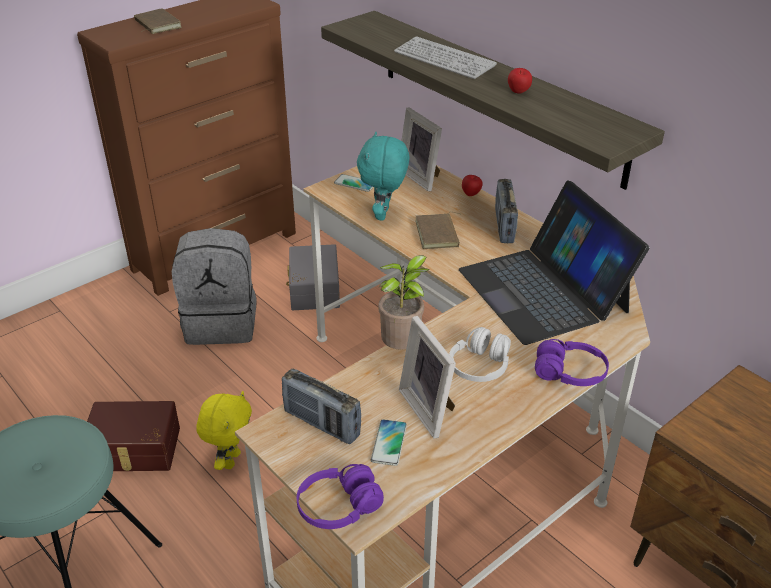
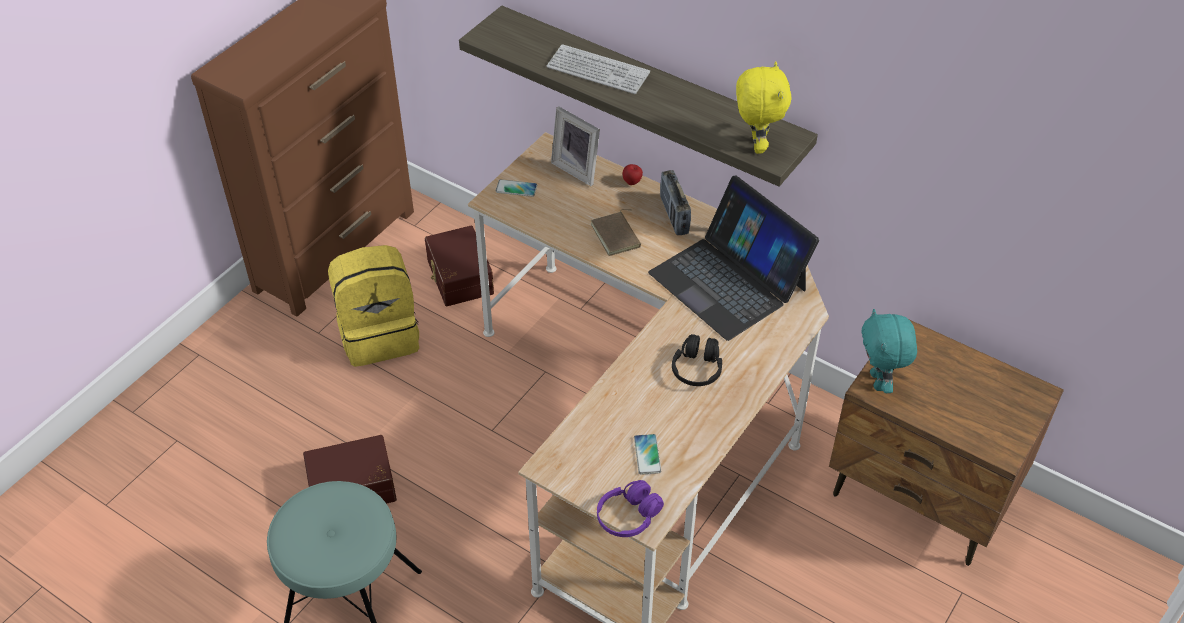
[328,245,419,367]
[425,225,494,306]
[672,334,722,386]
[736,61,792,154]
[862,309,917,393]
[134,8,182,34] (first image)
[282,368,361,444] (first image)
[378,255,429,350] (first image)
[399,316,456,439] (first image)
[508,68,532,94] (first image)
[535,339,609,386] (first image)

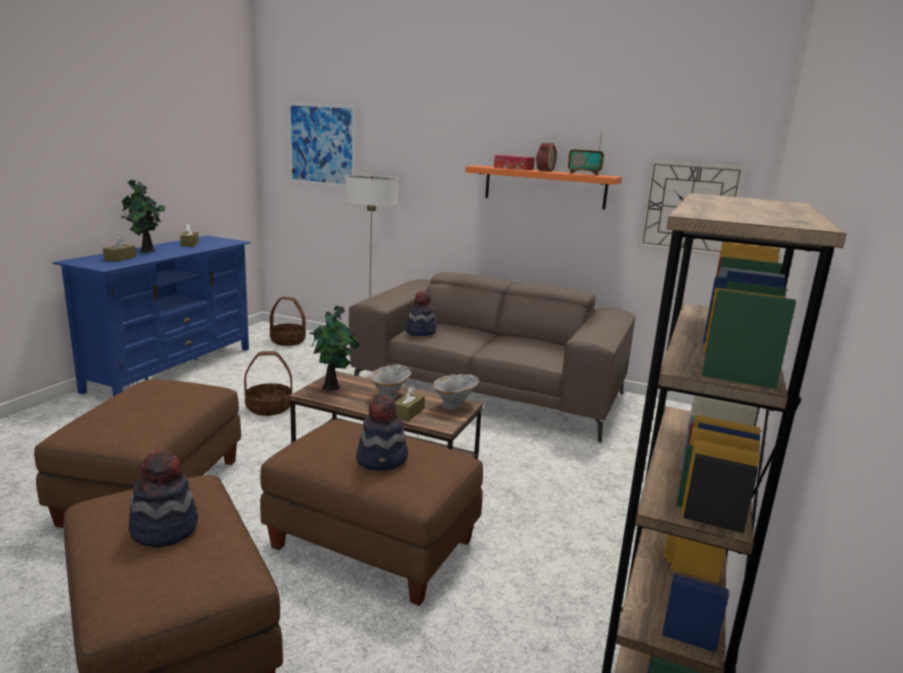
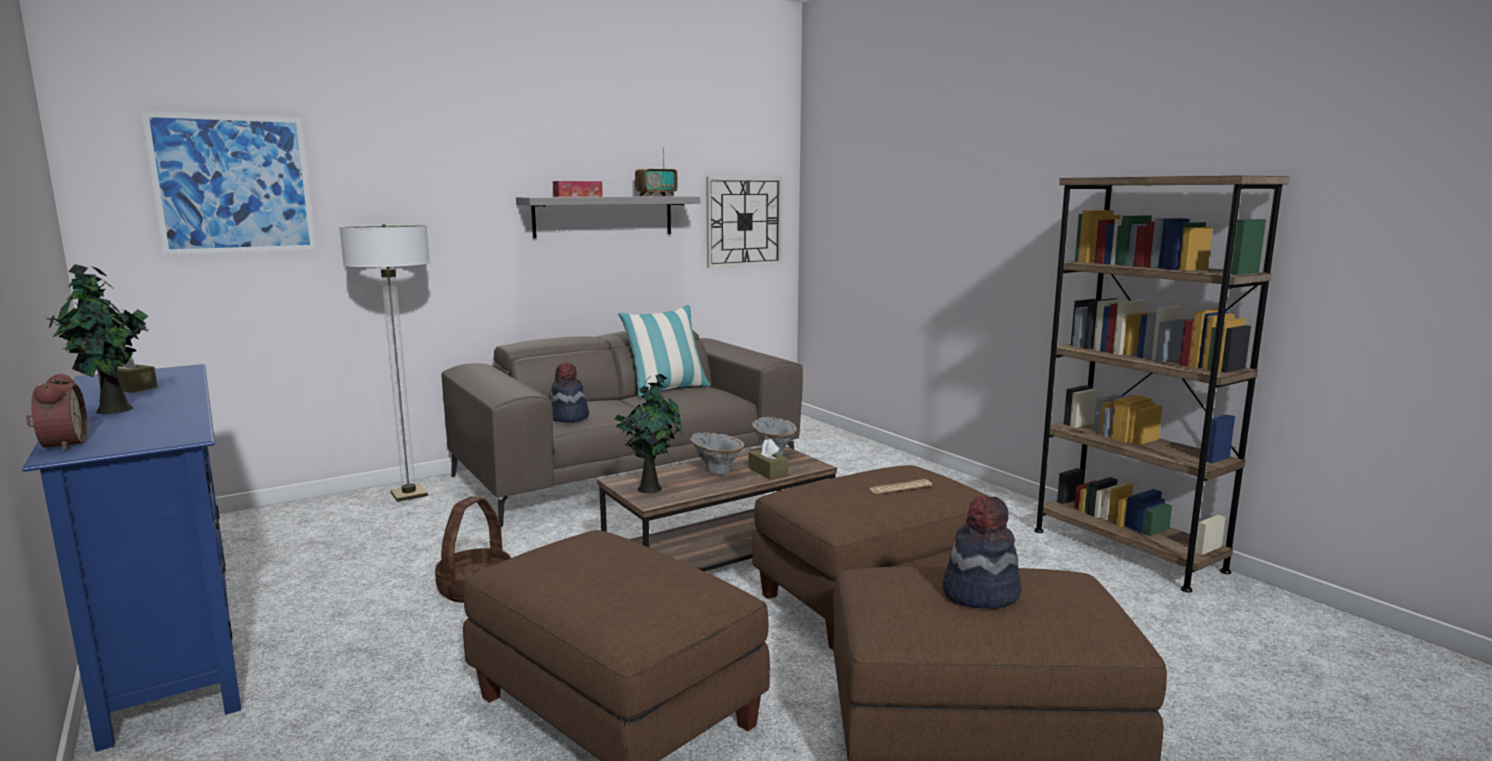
[26,373,87,451]
[516,196,700,238]
[618,305,710,397]
[870,479,932,494]
[103,235,136,262] (first image)
[270,297,306,346] (first image)

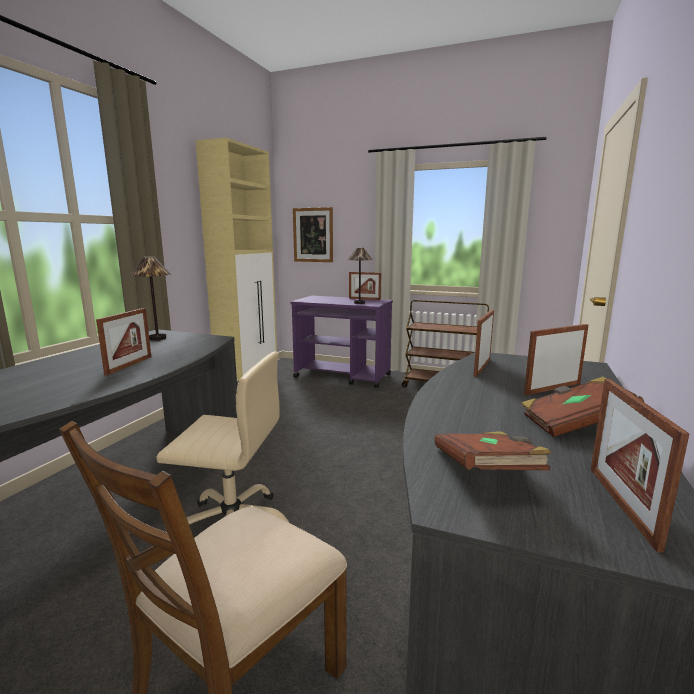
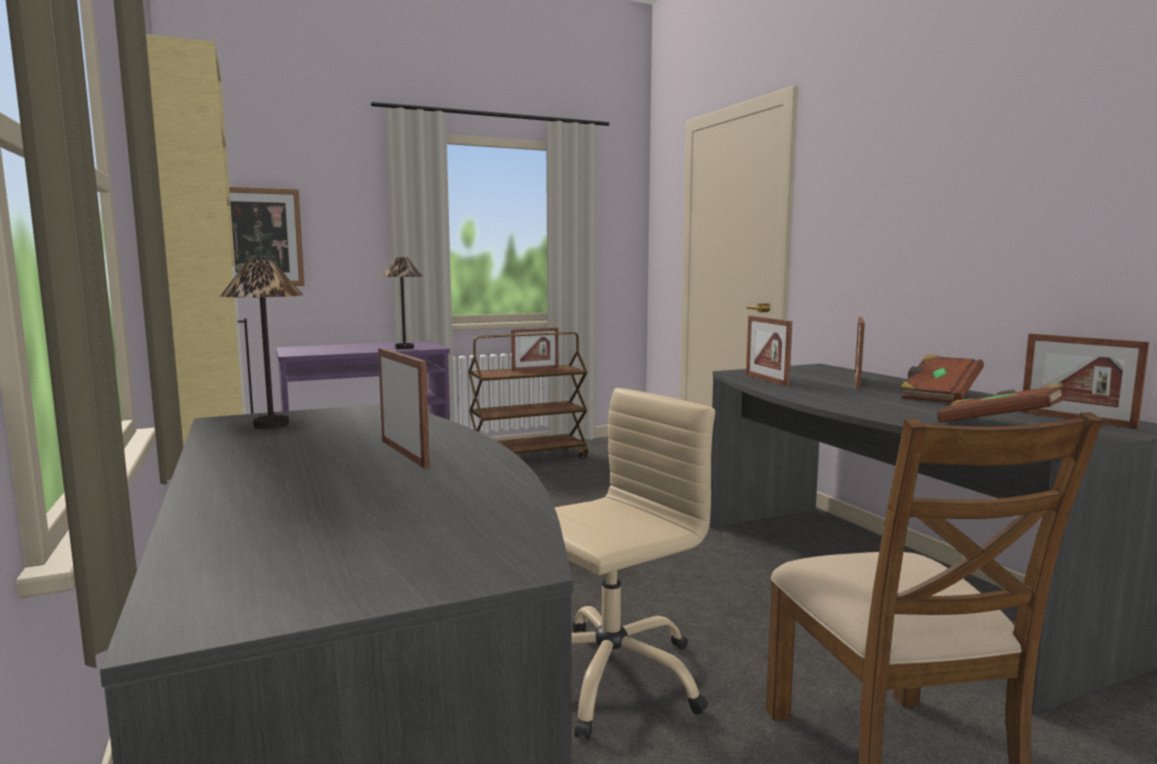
[511,328,558,371]

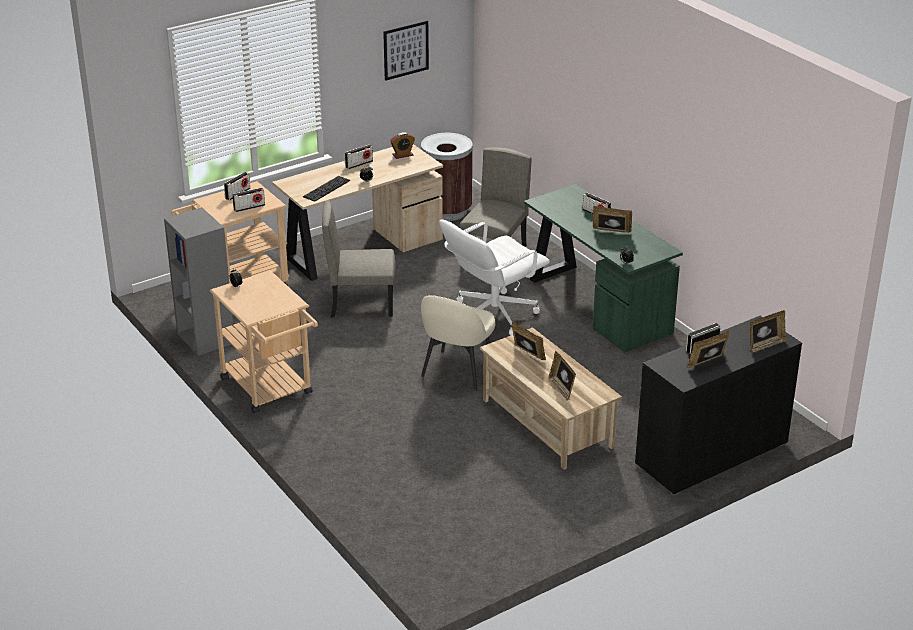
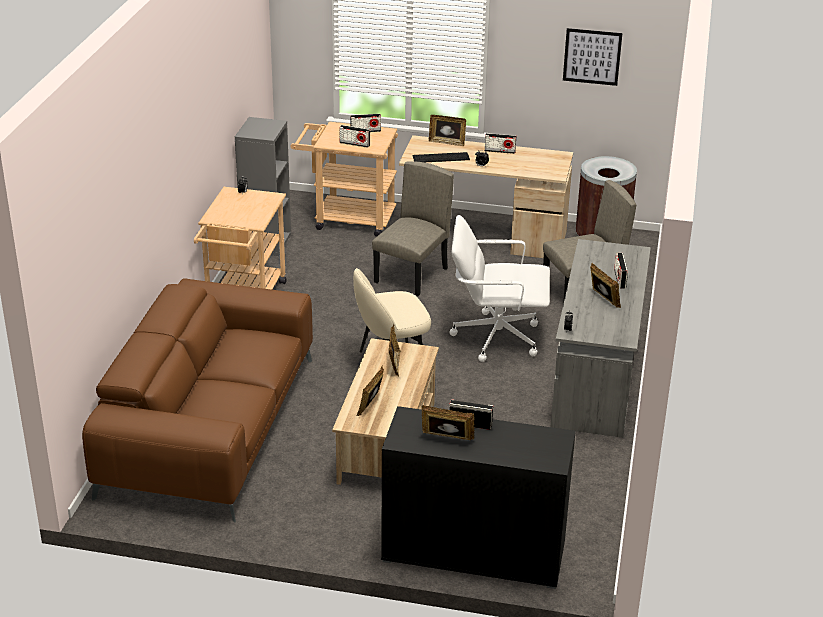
[82,278,313,523]
[372,161,454,296]
[429,115,466,146]
[551,239,651,438]
[390,132,415,159] (first image)

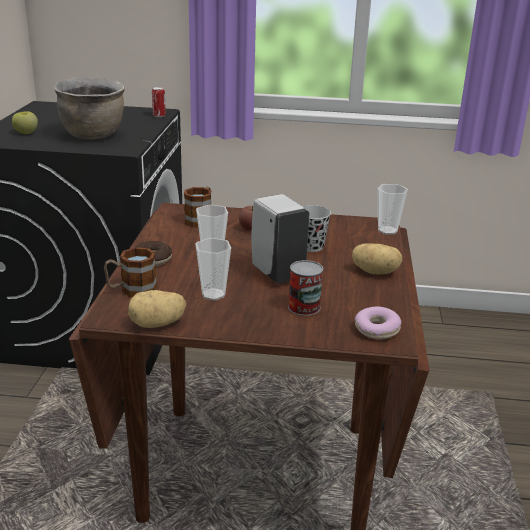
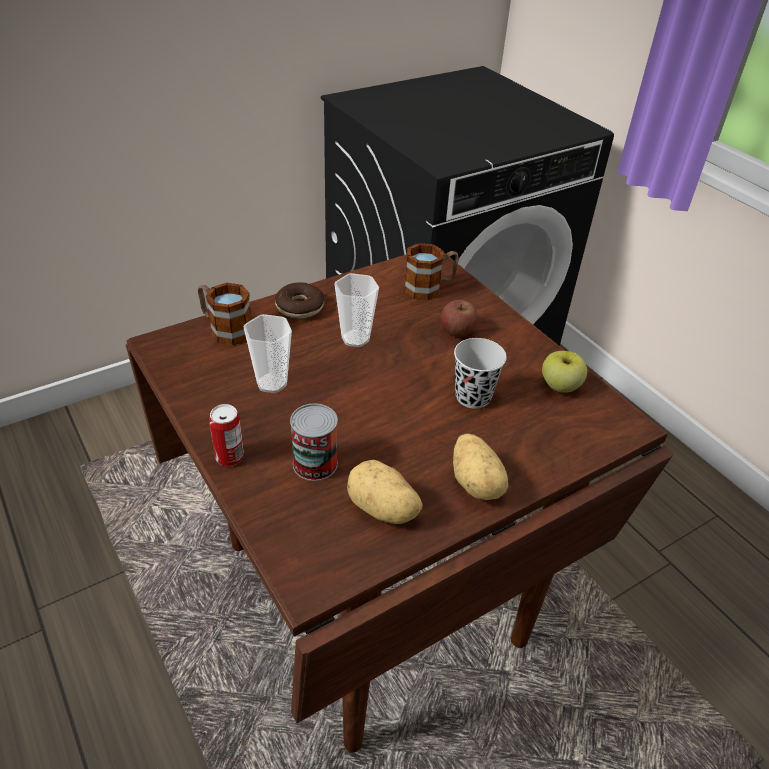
[209,404,244,466]
[347,460,422,524]
[542,351,587,393]
[53,77,125,140] (first image)
[251,194,309,284] (first image)
[355,307,401,339] (first image)
[377,184,408,235] (first image)

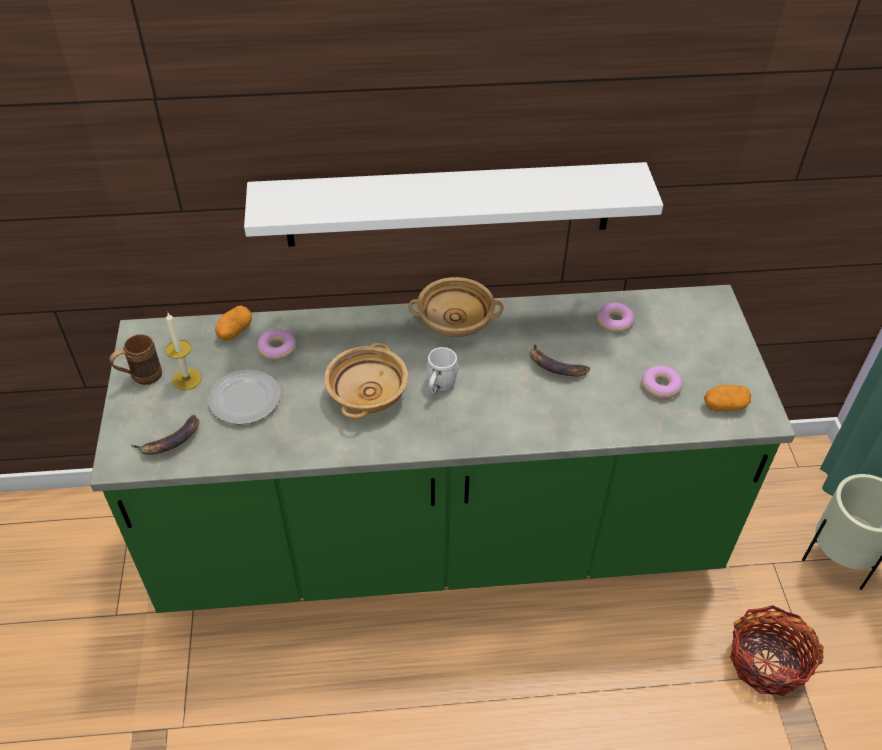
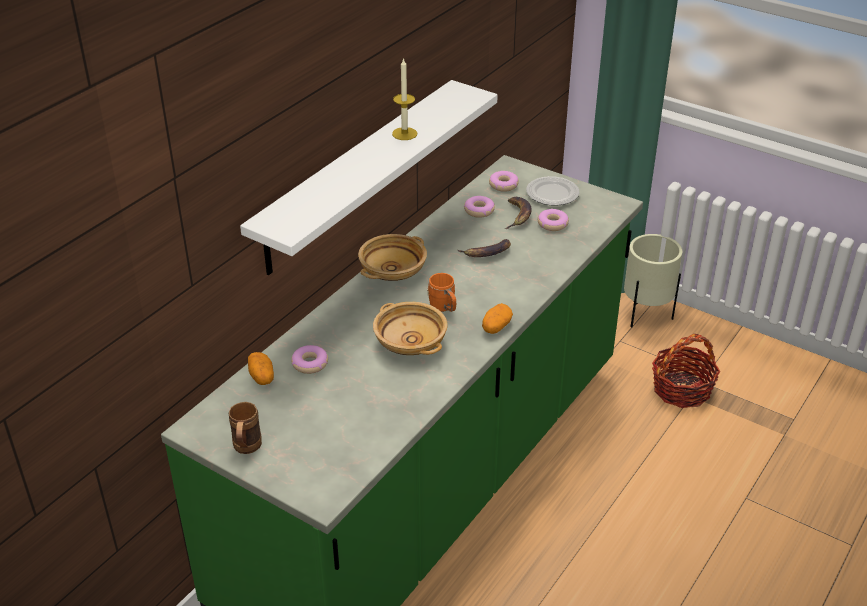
[392,58,417,140]
[427,273,456,312]
[482,303,513,334]
[489,171,519,191]
[505,197,532,229]
[526,176,579,206]

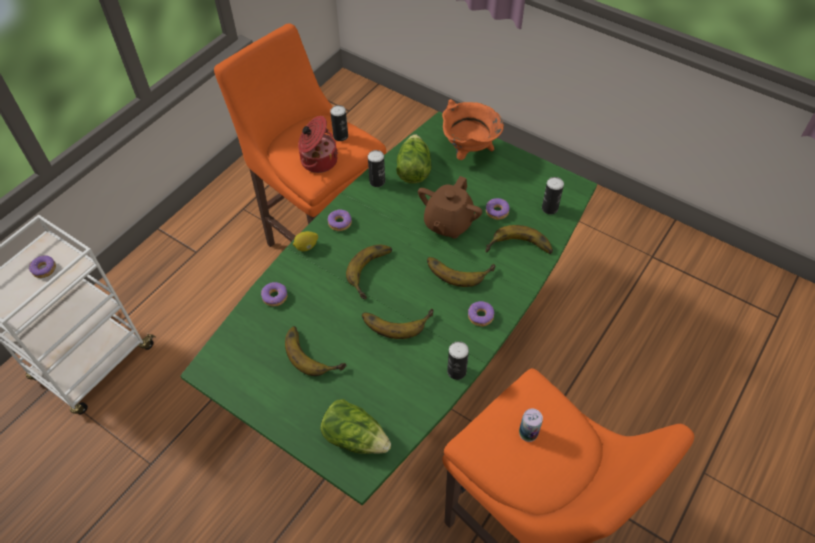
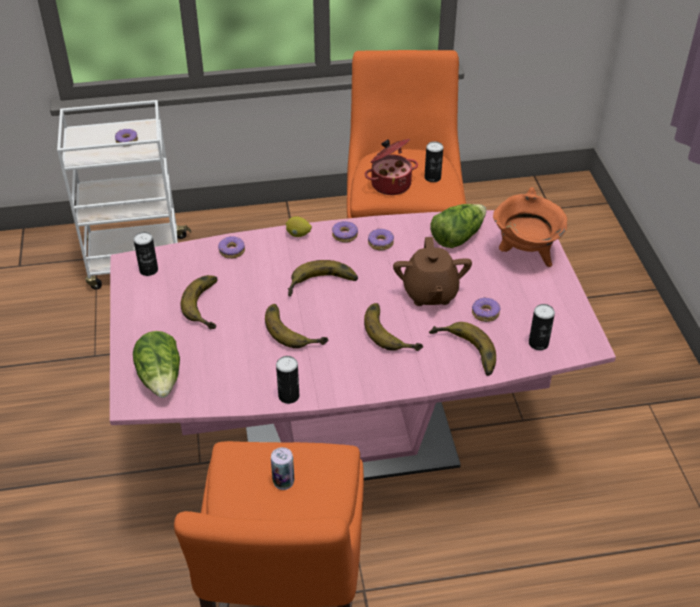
[110,210,616,481]
[133,232,158,276]
[368,228,394,251]
[393,237,472,306]

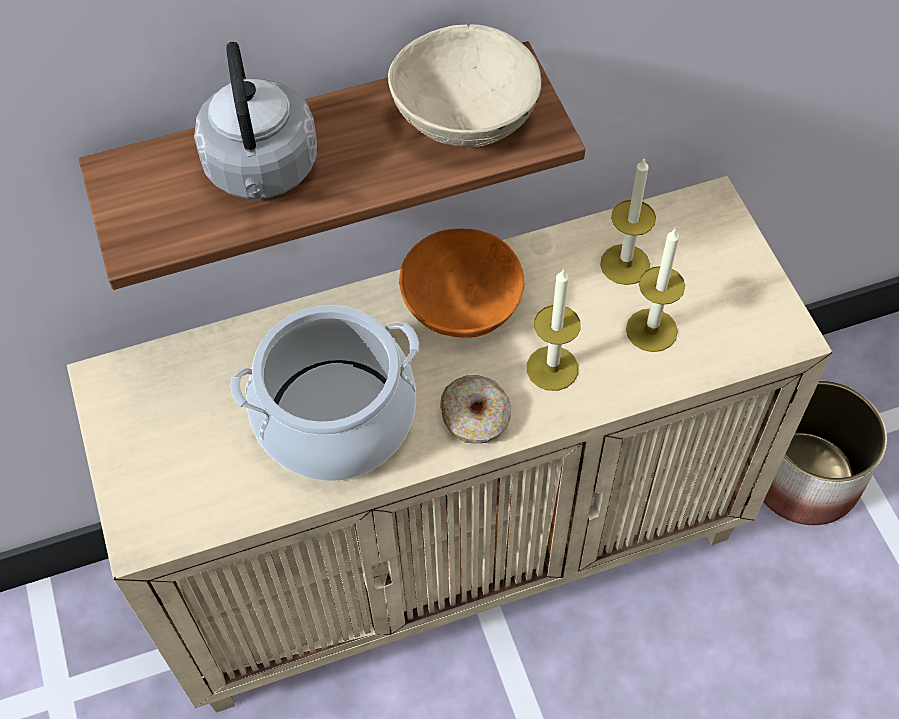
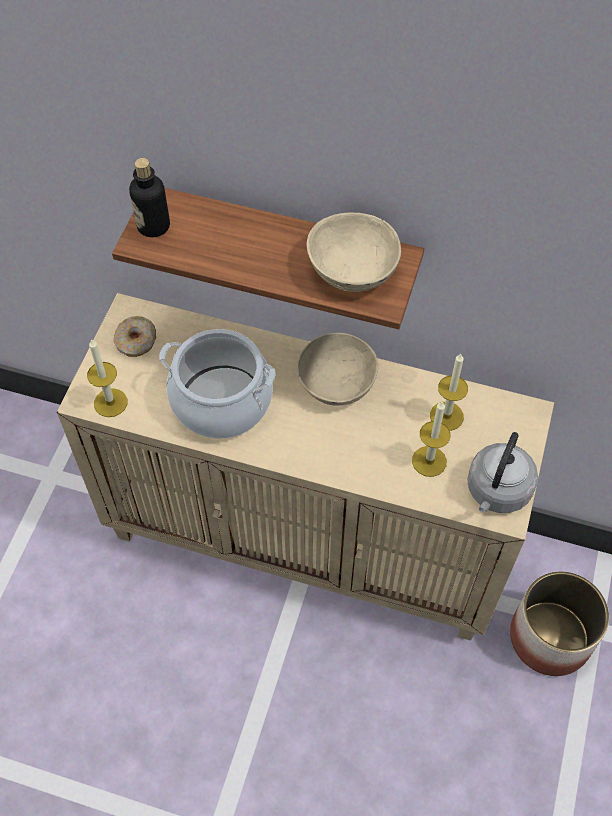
[87,339,127,417]
[113,316,156,357]
[129,158,170,237]
[297,333,378,406]
[467,432,538,513]

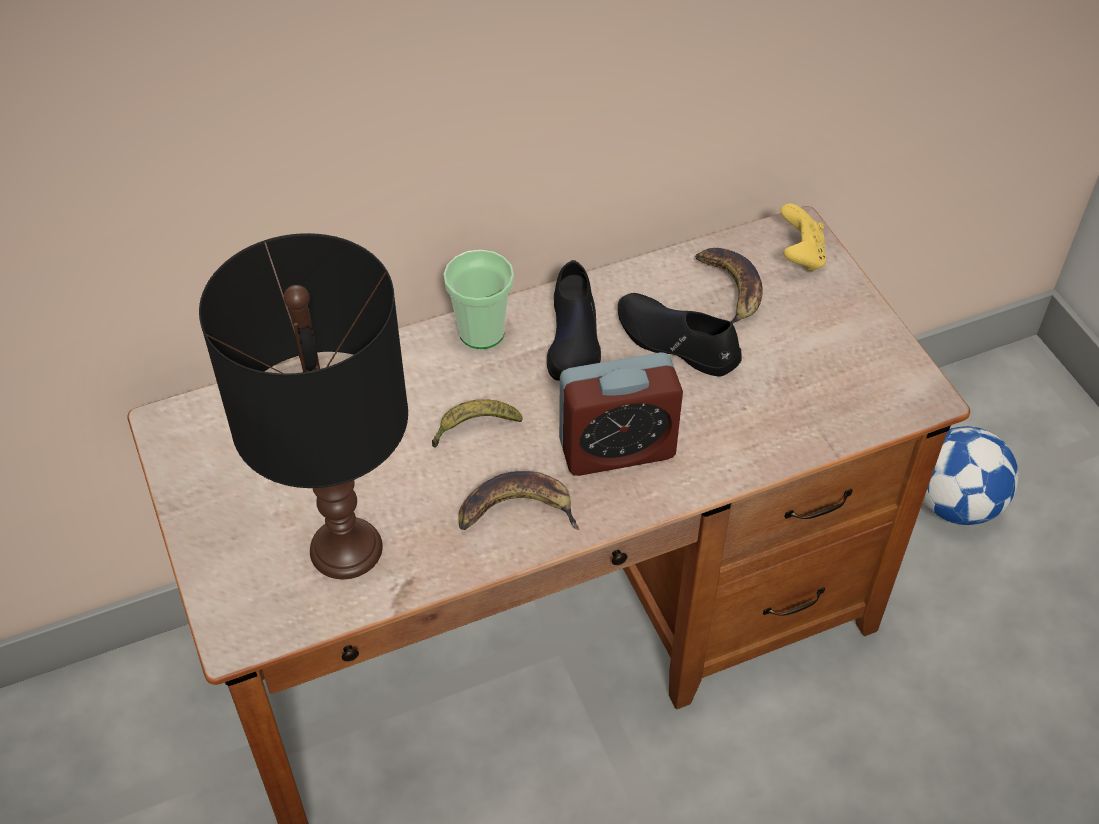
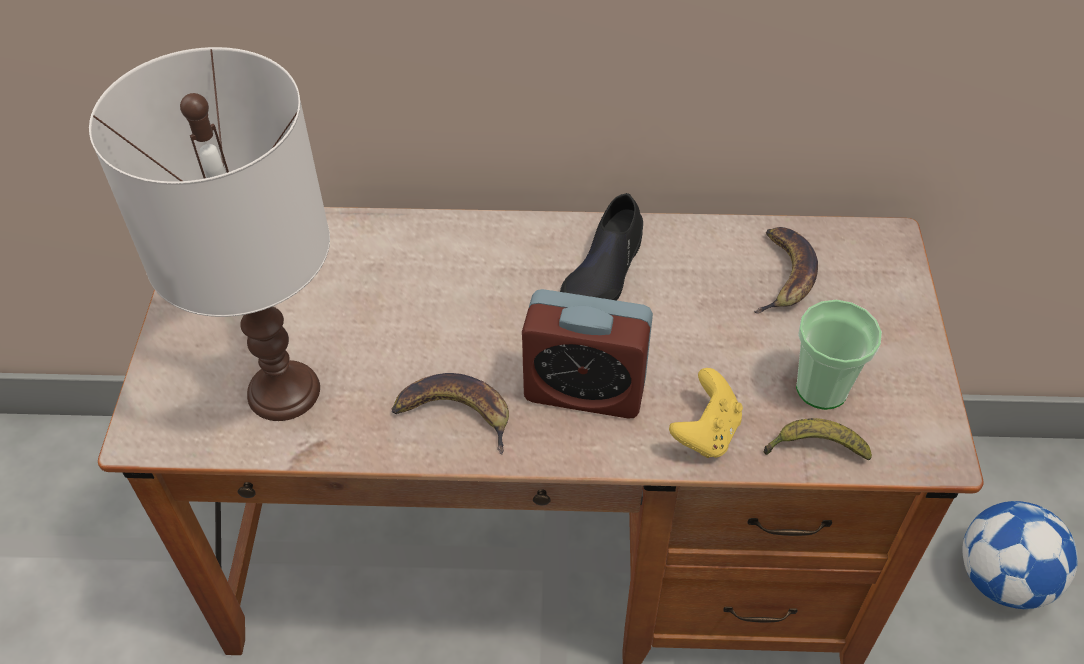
[89,47,330,421]
[669,368,743,458]
[764,418,872,460]
[796,300,882,410]
[618,293,742,377] (first image)

